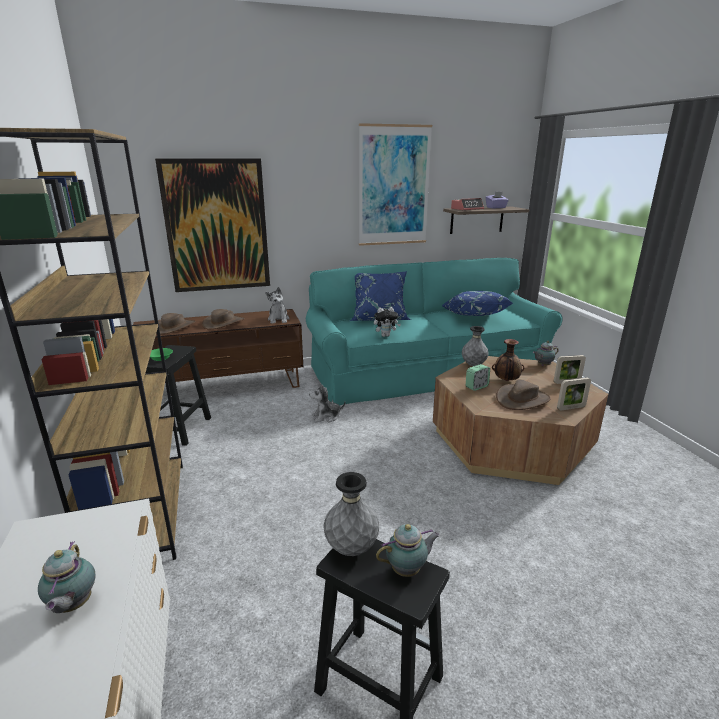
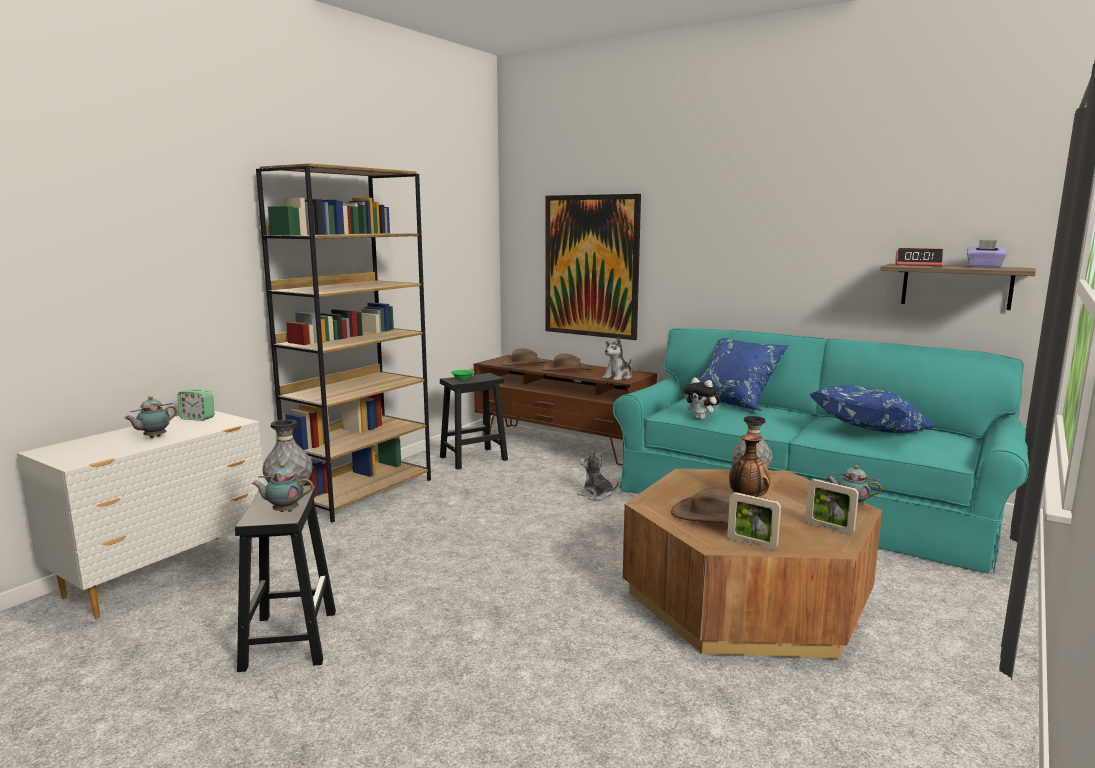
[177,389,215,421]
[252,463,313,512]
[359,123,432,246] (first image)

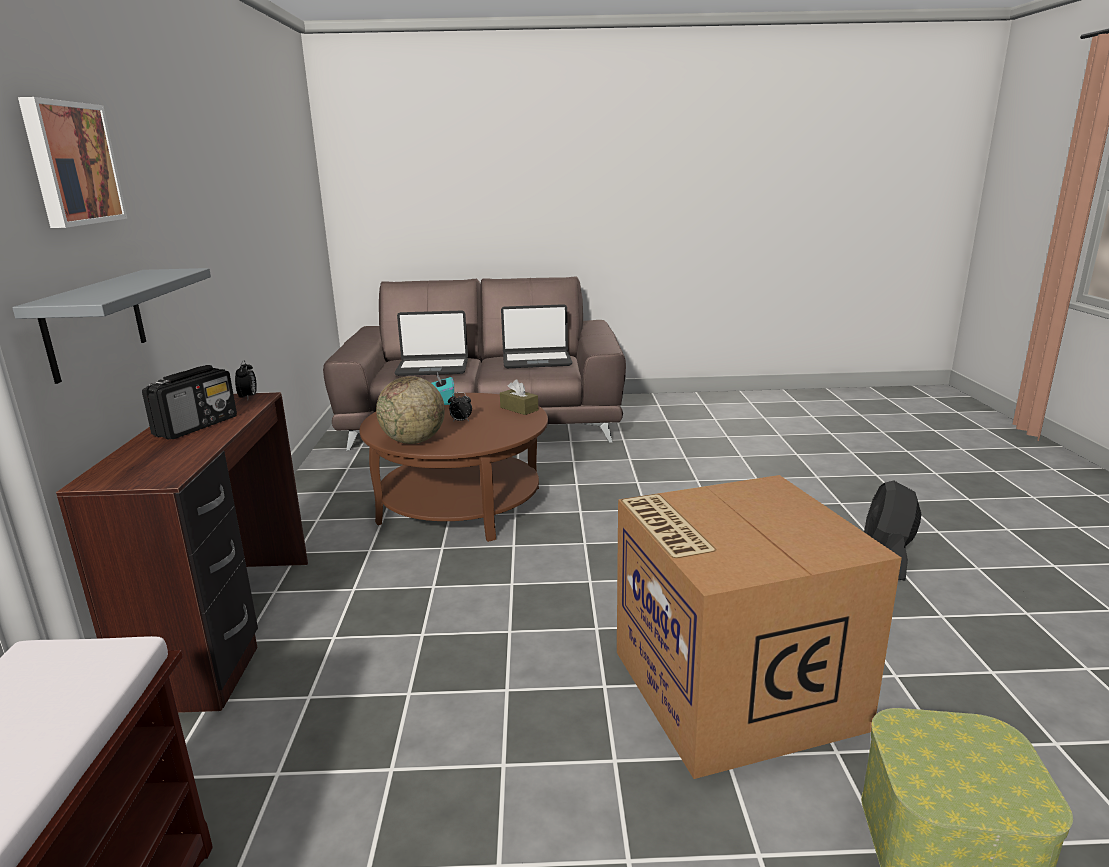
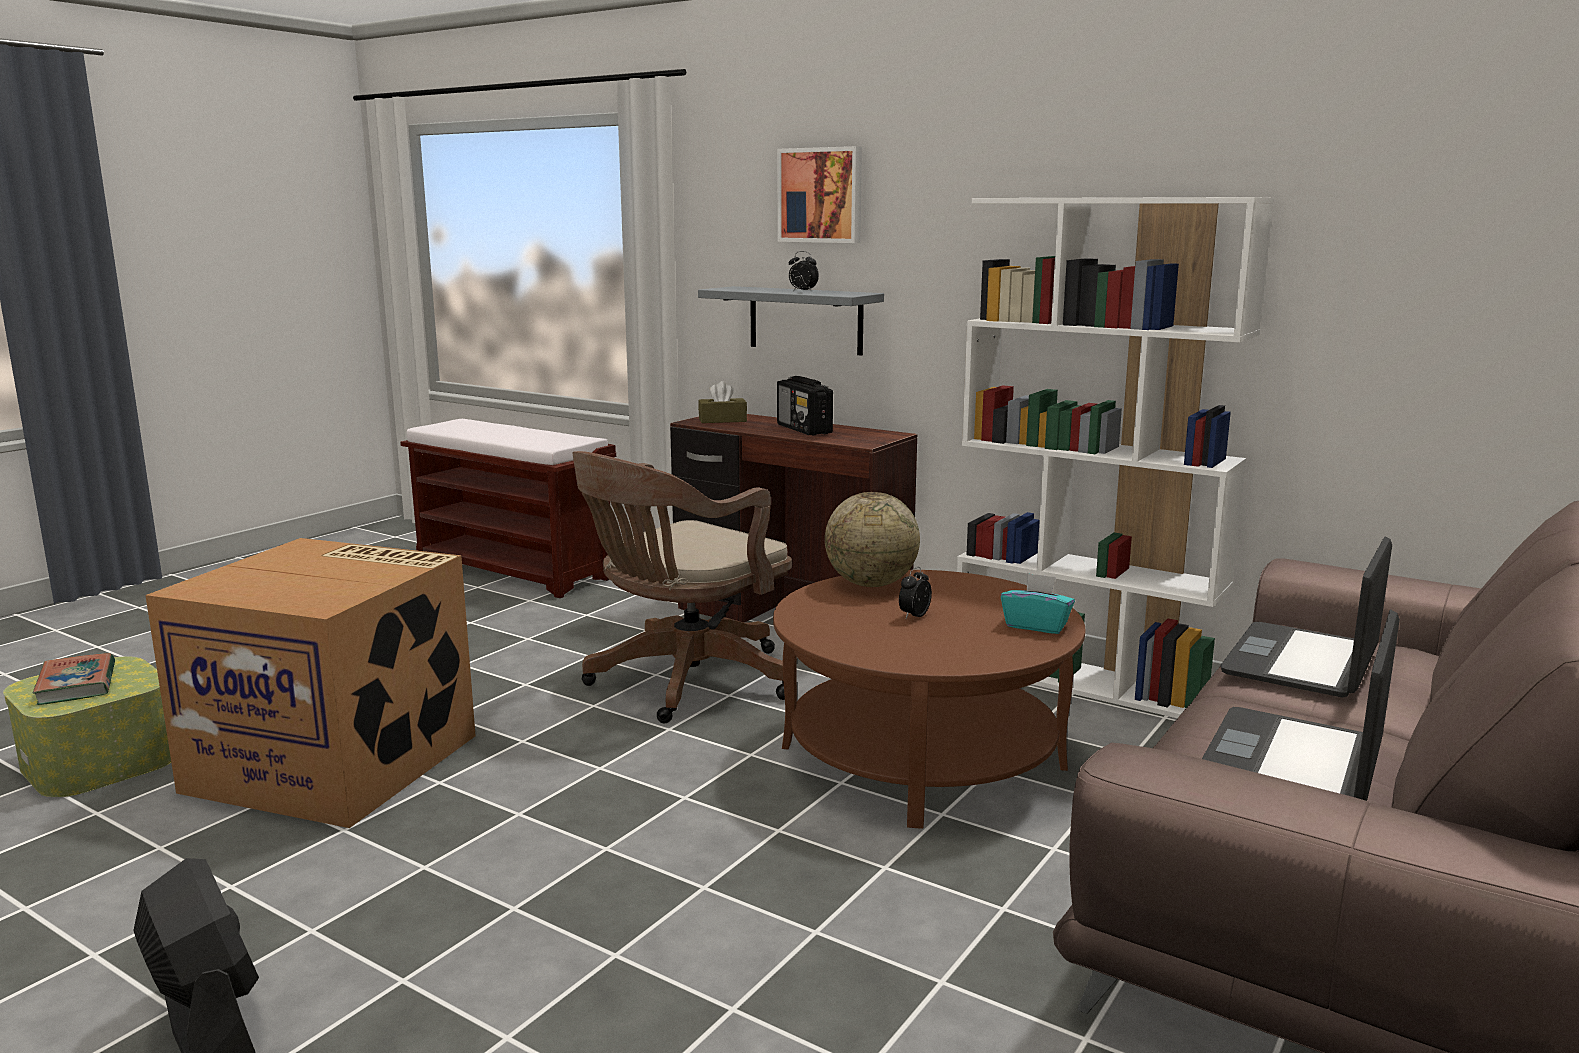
[33,653,115,705]
[572,451,792,723]
[698,381,747,423]
[789,251,819,292]
[957,197,1274,718]

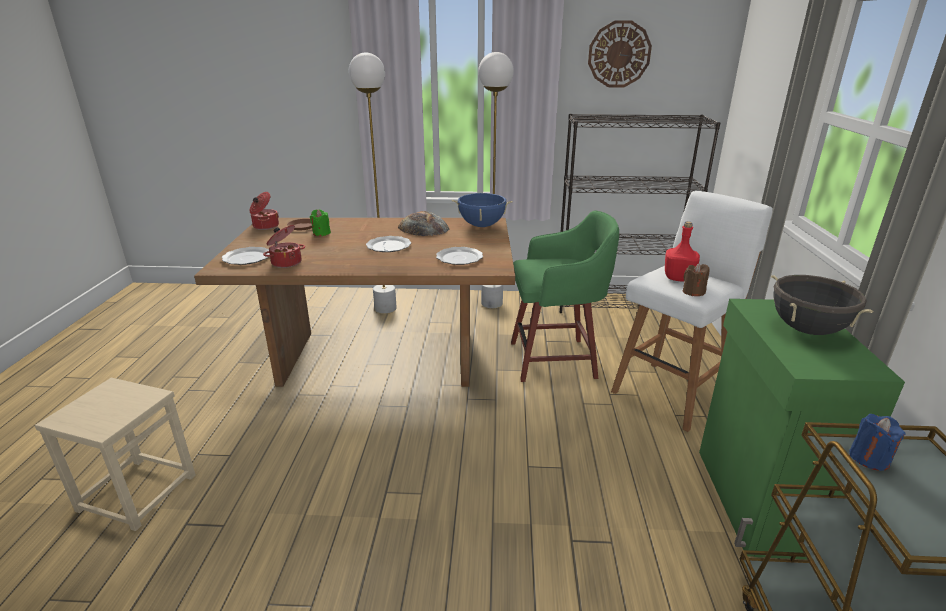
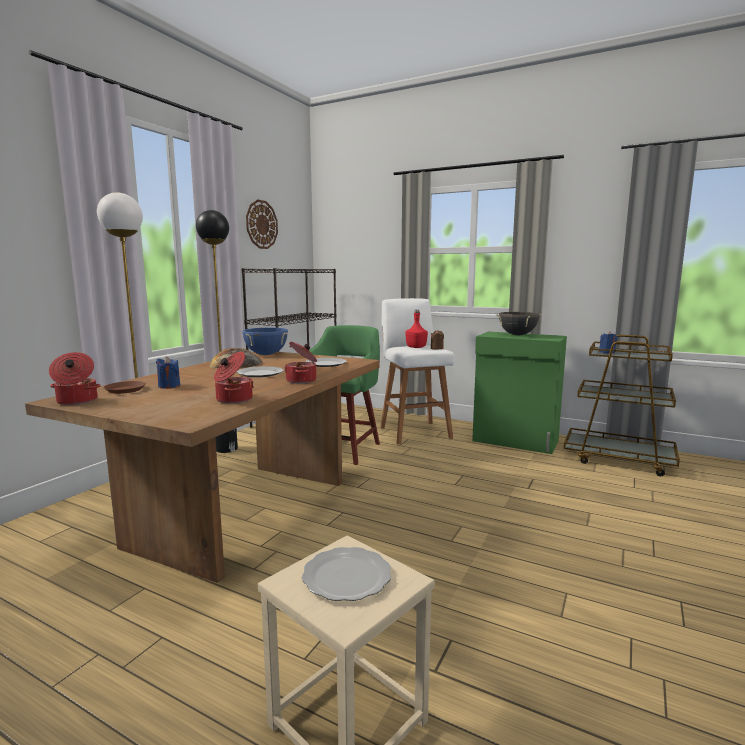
[156,357,180,389]
[196,210,238,453]
[284,342,317,384]
[302,547,391,601]

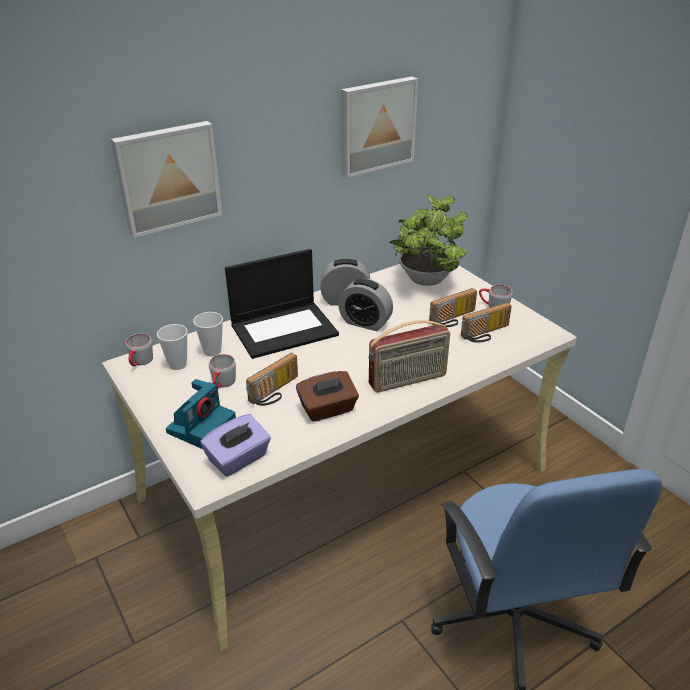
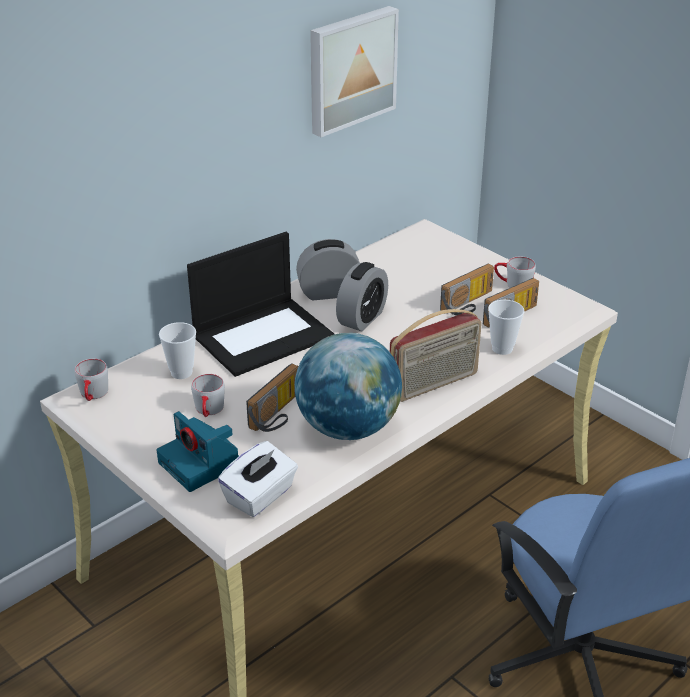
[156,411,239,492]
[218,441,298,517]
[295,333,402,440]
[336,262,388,331]
[488,300,524,355]
[111,121,222,238] (first image)
[389,194,468,286] (first image)

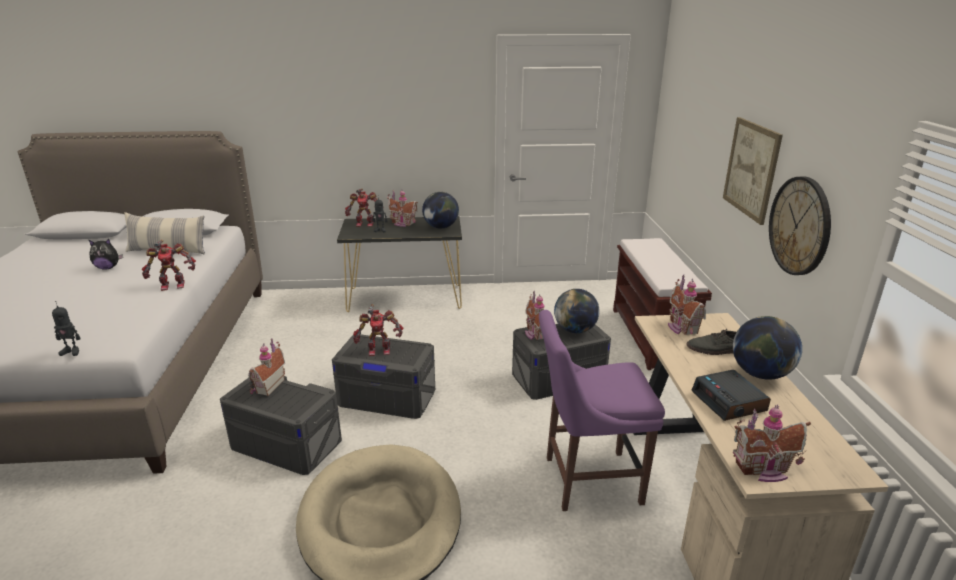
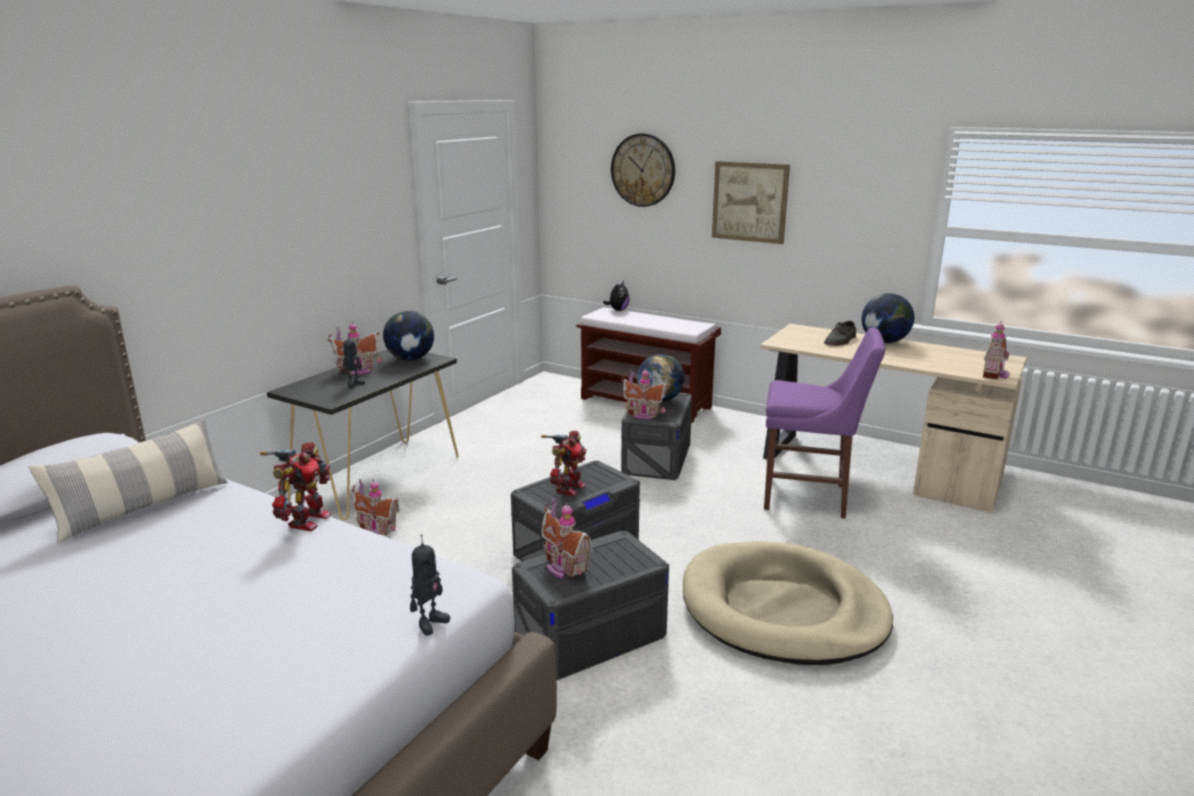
[352,479,400,535]
[603,281,630,311]
[611,133,675,207]
[764,328,885,519]
[345,189,378,227] (first image)
[691,370,771,421] (first image)

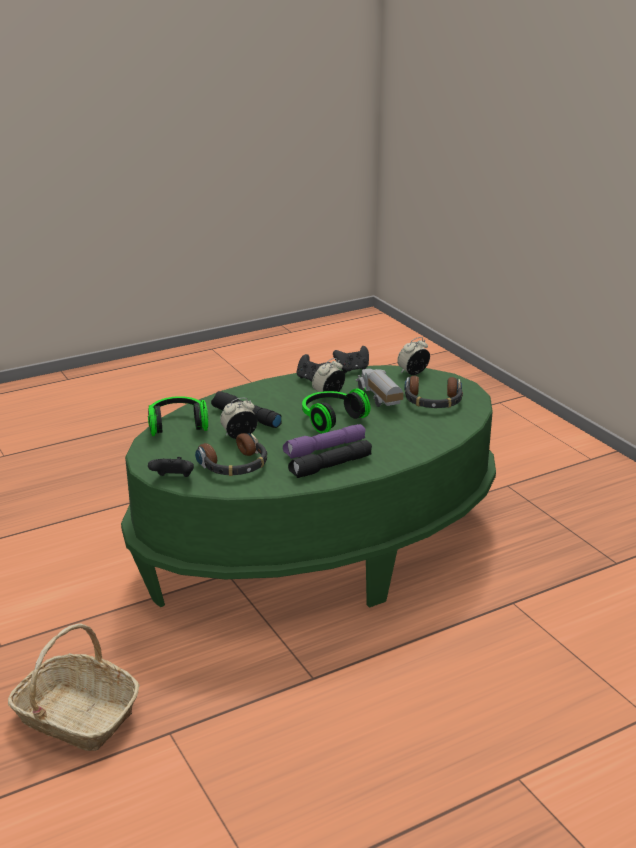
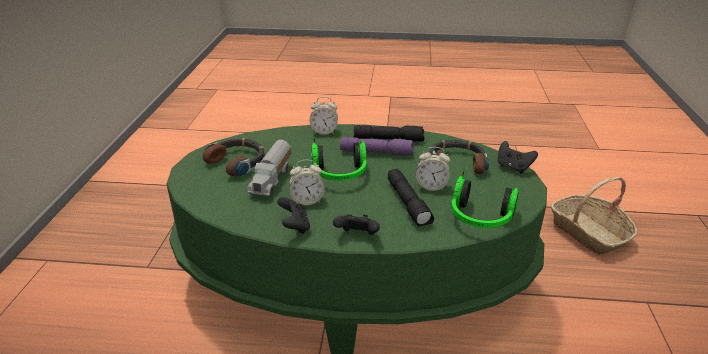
[310,97,338,135]
[333,214,380,235]

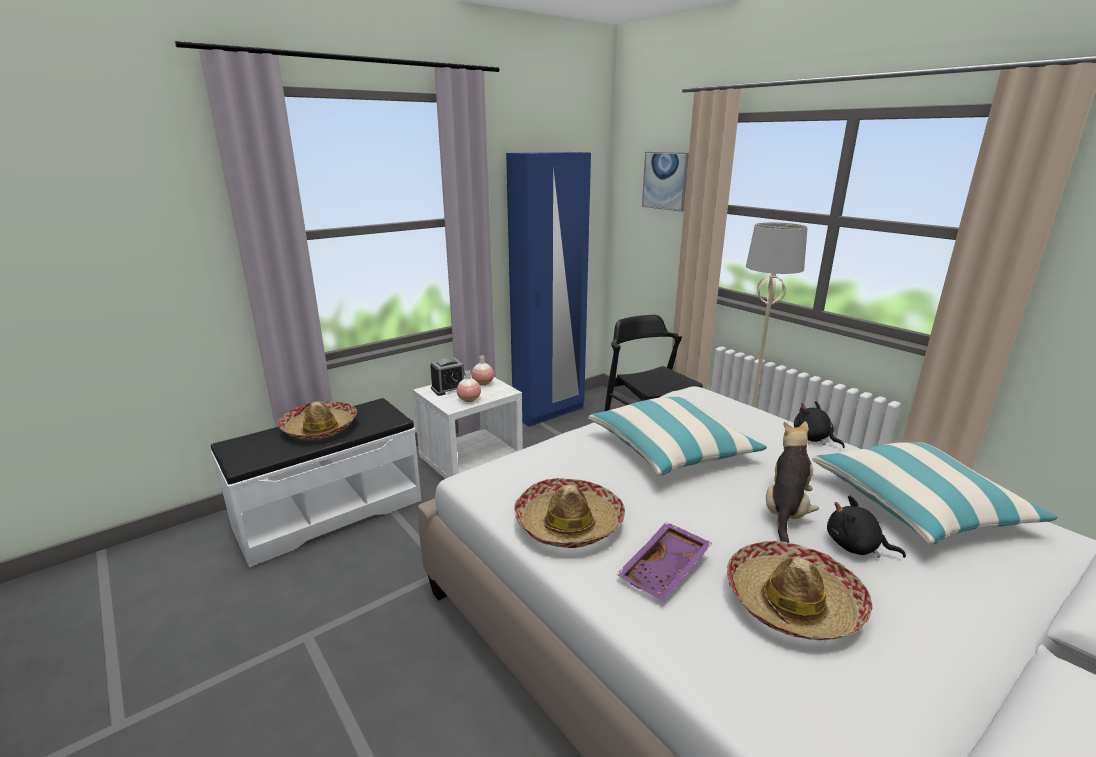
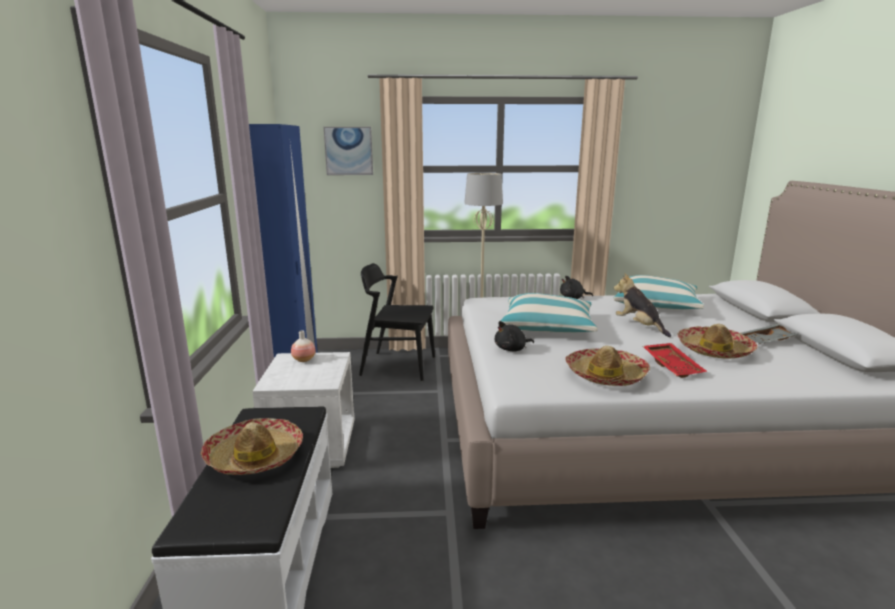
[495,321,534,351]
[643,343,707,378]
[741,323,798,344]
[430,358,465,396] (first image)
[457,370,481,402] (first image)

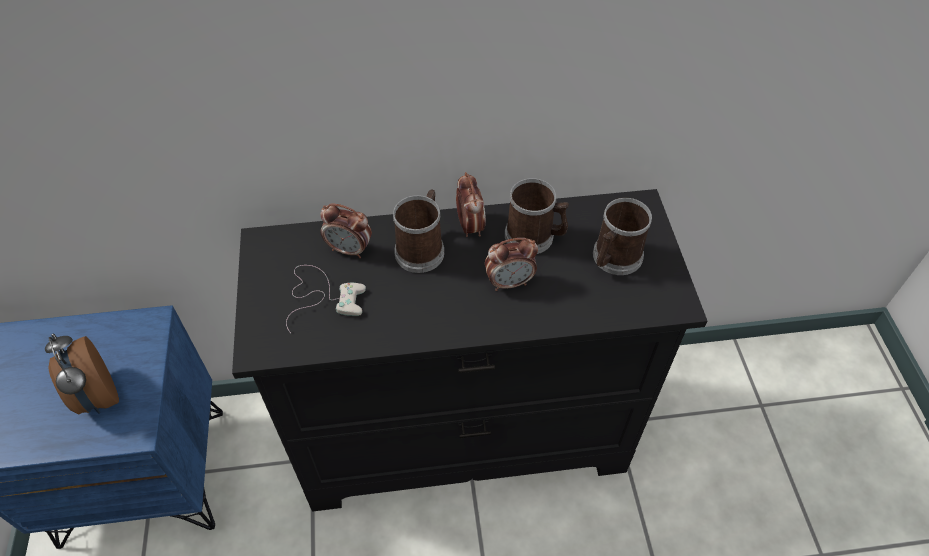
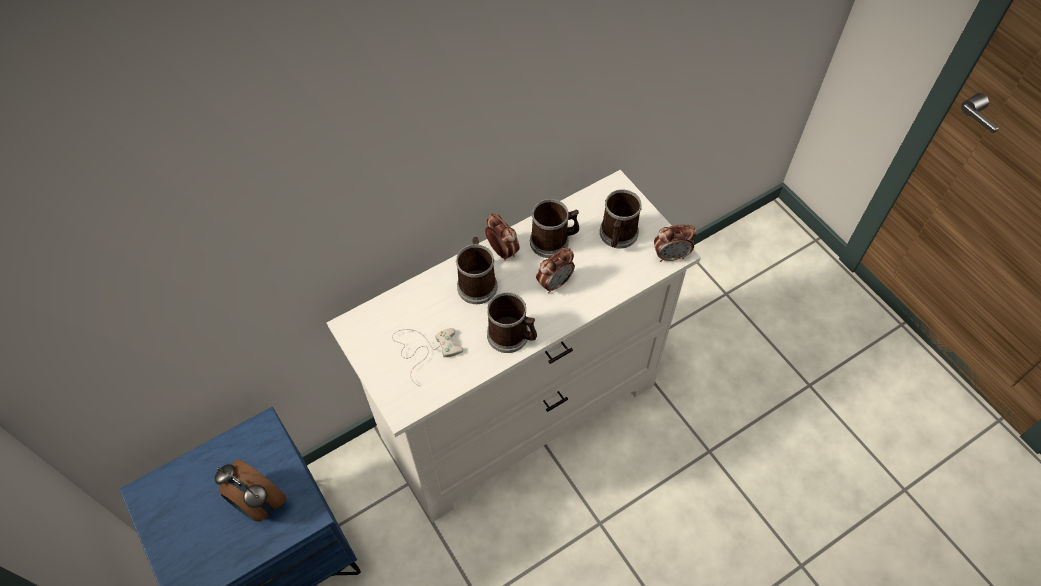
[327,170,701,523]
[487,292,537,353]
[654,224,697,262]

